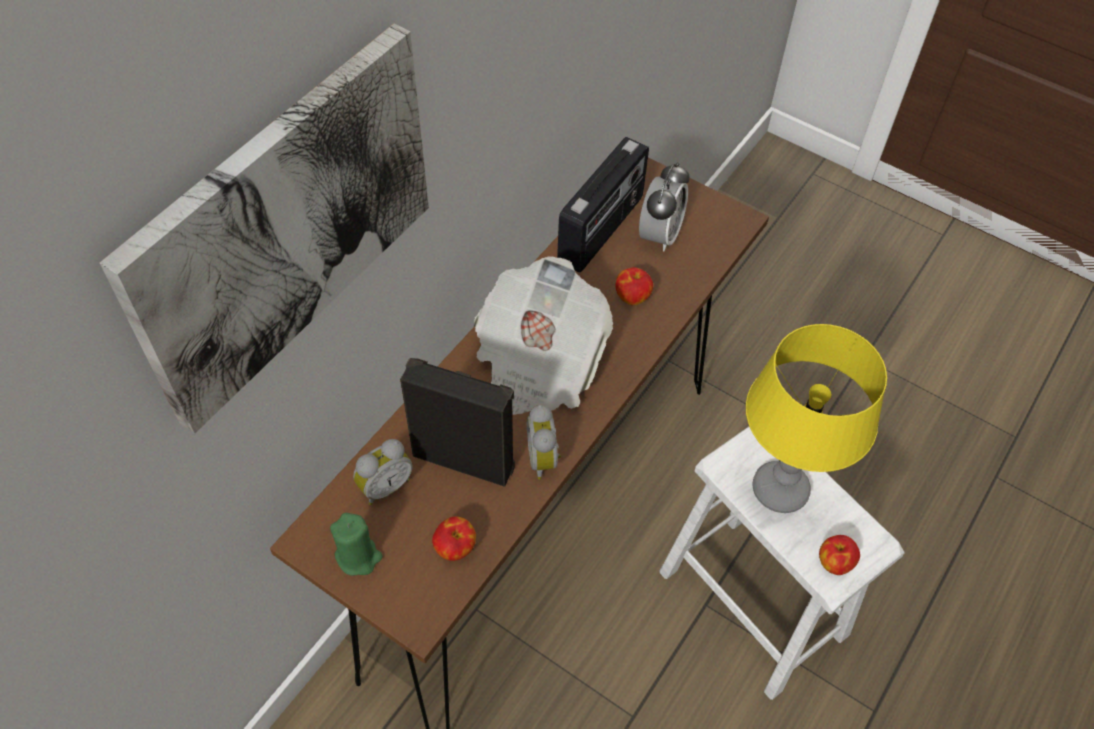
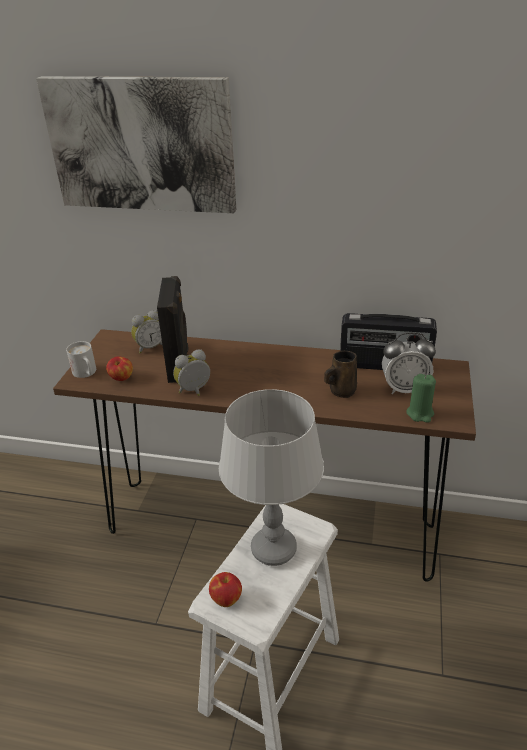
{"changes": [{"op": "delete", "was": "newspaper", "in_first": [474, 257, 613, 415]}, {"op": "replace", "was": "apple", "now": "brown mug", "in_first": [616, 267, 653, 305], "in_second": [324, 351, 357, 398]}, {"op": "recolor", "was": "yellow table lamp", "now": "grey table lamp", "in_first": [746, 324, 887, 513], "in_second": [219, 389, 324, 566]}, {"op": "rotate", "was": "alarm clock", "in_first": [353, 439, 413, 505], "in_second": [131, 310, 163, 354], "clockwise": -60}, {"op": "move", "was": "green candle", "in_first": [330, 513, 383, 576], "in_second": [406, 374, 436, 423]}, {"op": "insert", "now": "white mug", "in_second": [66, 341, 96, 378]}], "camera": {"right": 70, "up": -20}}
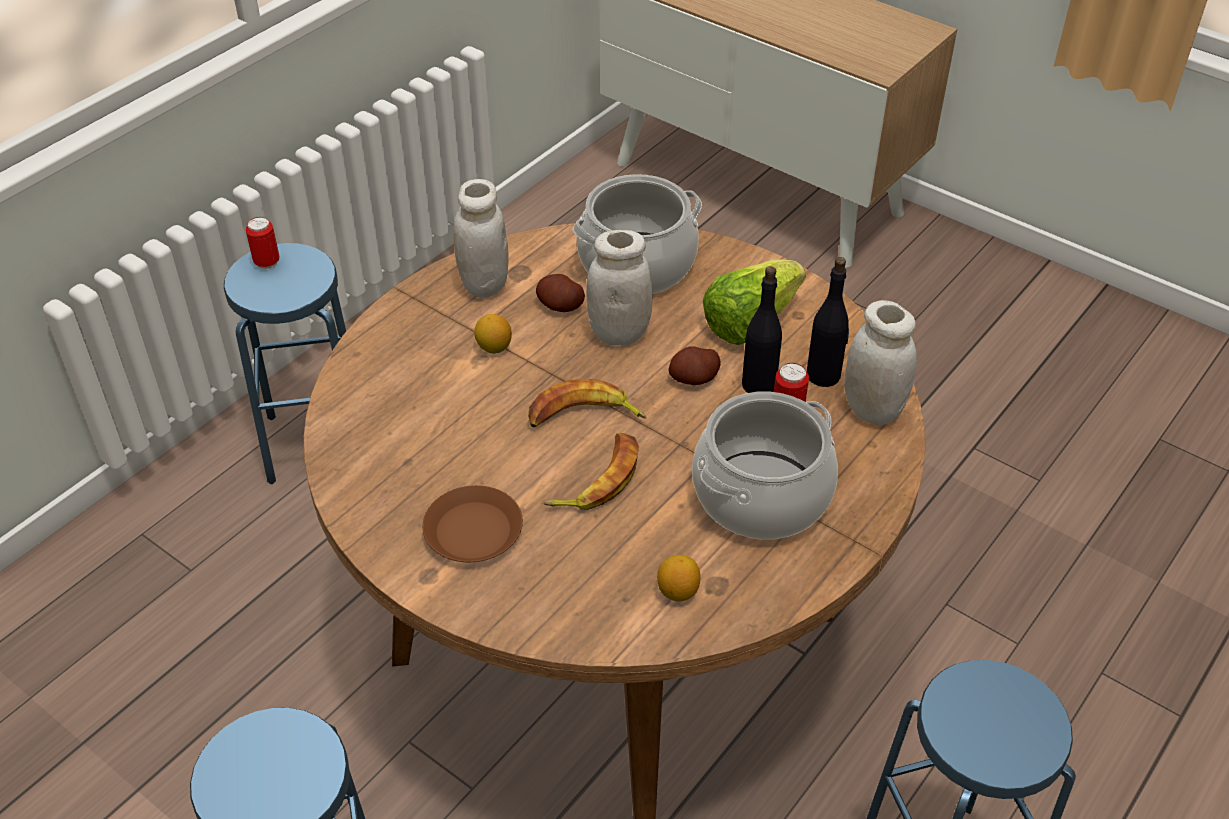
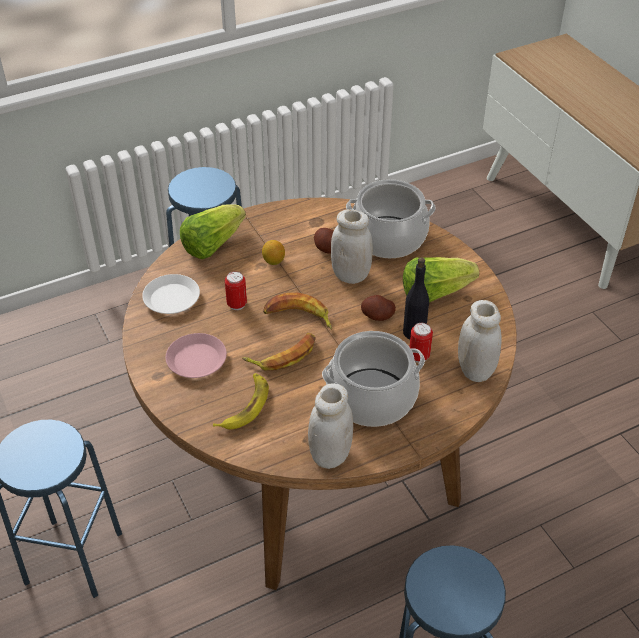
{"changes": [{"op": "move", "was": "white jar", "in_first": [453, 179, 509, 298], "in_second": [308, 384, 353, 469]}, {"op": "move", "was": "can", "in_first": [246, 217, 280, 270], "in_second": [225, 271, 247, 310]}, {"op": "delete", "was": "black bottle", "in_first": [807, 257, 849, 387]}, {"op": "recolor", "was": "brown plate", "now": "pink plate", "in_first": [422, 485, 523, 562], "in_second": [166, 333, 227, 378]}, {"op": "delete", "was": "lemon", "in_first": [657, 555, 700, 602]}, {"op": "insert", "now": "lettuce", "in_second": [180, 204, 246, 259]}, {"op": "insert", "now": "white plate", "in_second": [142, 274, 200, 314]}, {"op": "insert", "now": "banana", "in_second": [213, 373, 269, 430]}], "camera": {"right": 25, "up": 0}}
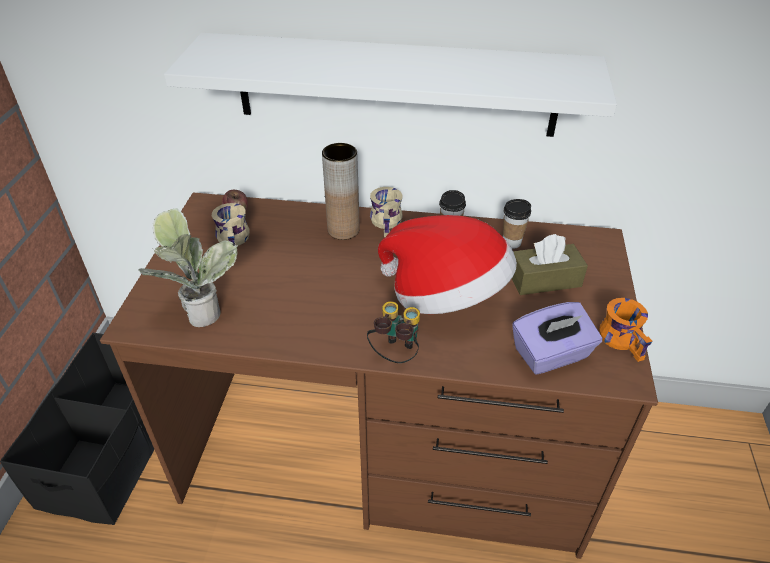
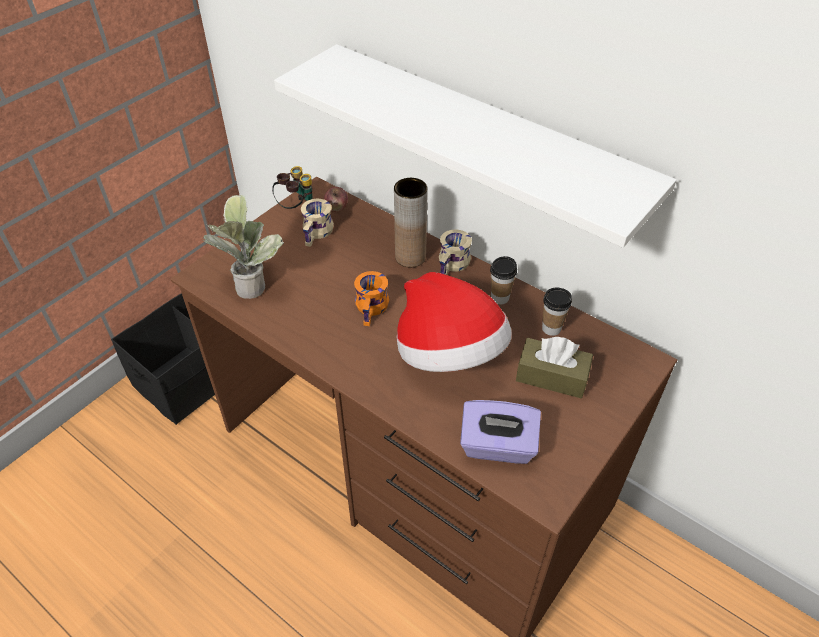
{"changes": [{"op": "move", "was": "orange mug", "in_first": [600, 298, 653, 362], "in_second": [354, 271, 389, 326]}, {"op": "move", "was": "binoculars", "in_first": [367, 301, 420, 363], "in_second": [272, 166, 313, 209]}], "camera": {"right": 30, "up": 5}}
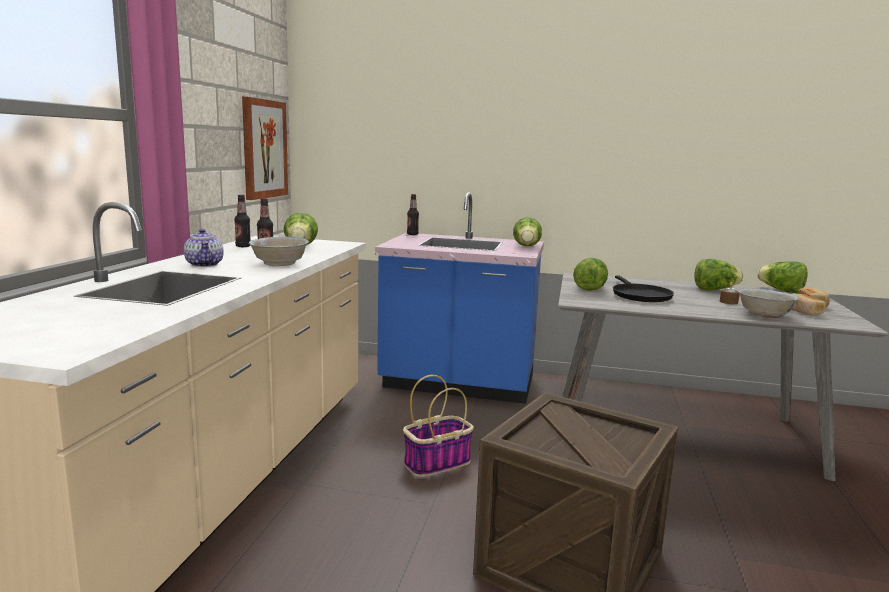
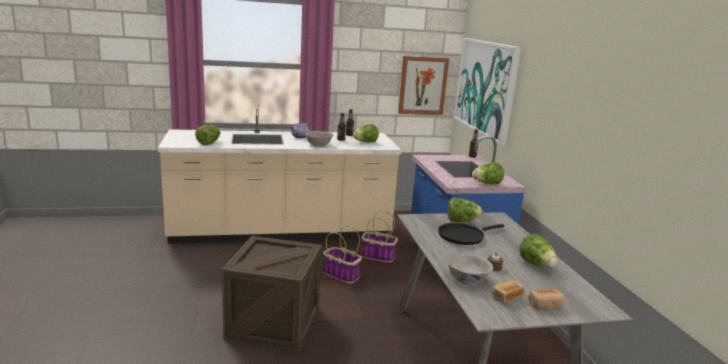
{"changes": [{"op": "move", "was": "lettuce", "in_first": [757, 261, 808, 293], "in_second": [195, 125, 220, 145]}, {"op": "insert", "now": "picture", "in_second": [453, 38, 521, 146]}, {"op": "insert", "now": "basket", "in_second": [361, 211, 398, 263]}], "camera": {"right": 65, "up": 5}}
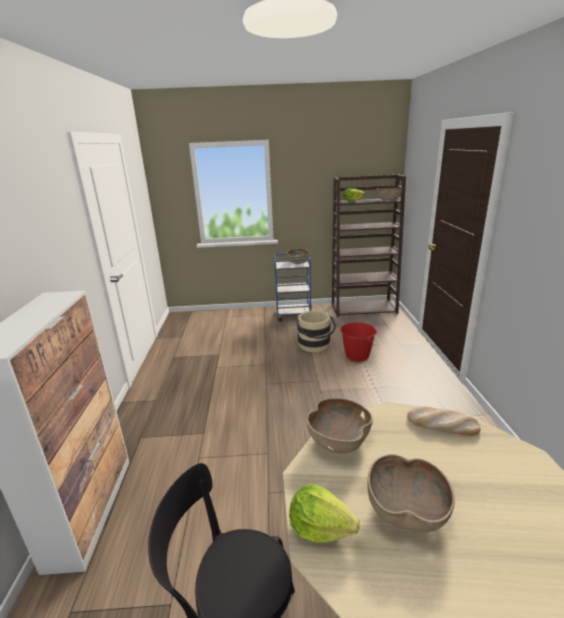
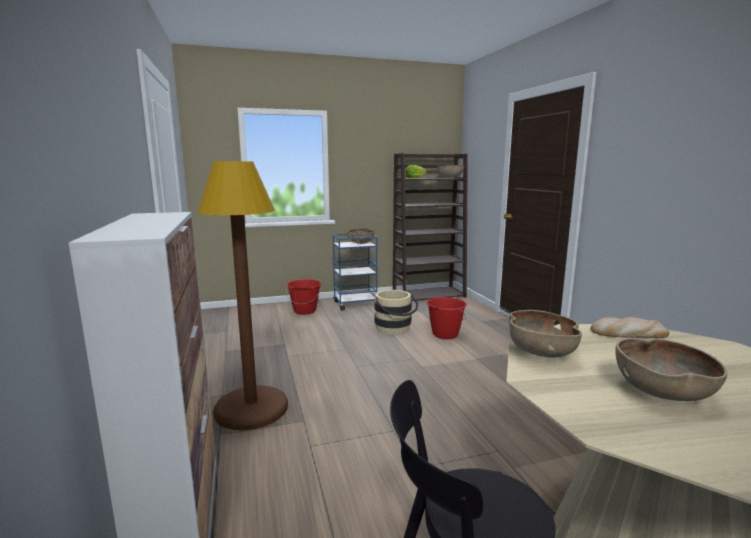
{"changes": [{"op": "delete", "was": "lettuce", "in_first": [289, 484, 360, 543]}, {"op": "insert", "now": "brown floor lamp", "in_second": [198, 161, 288, 430]}, {"op": "insert", "now": "red bucket", "in_second": [286, 279, 321, 315]}], "camera": {"right": -15, "up": -10}}
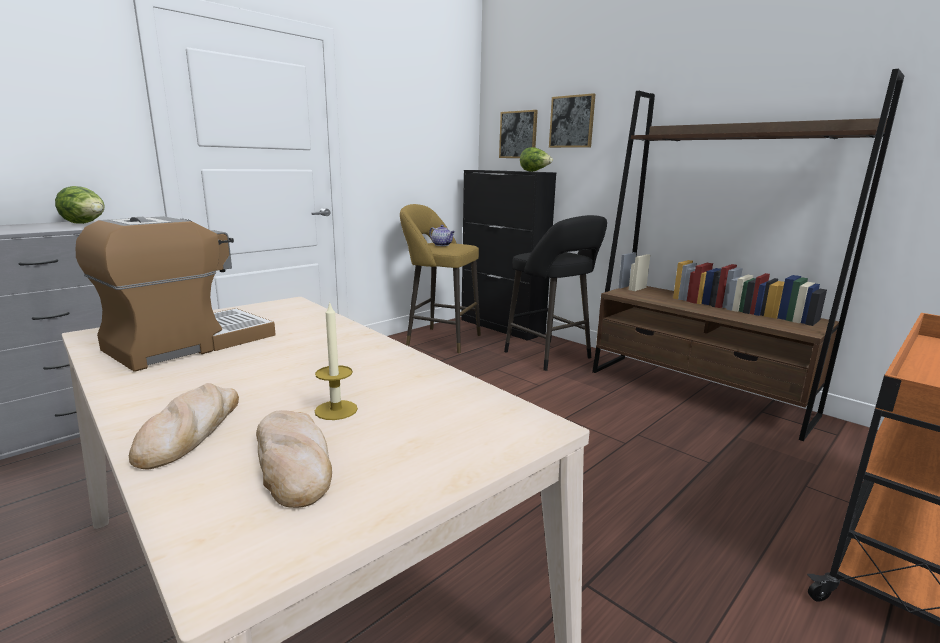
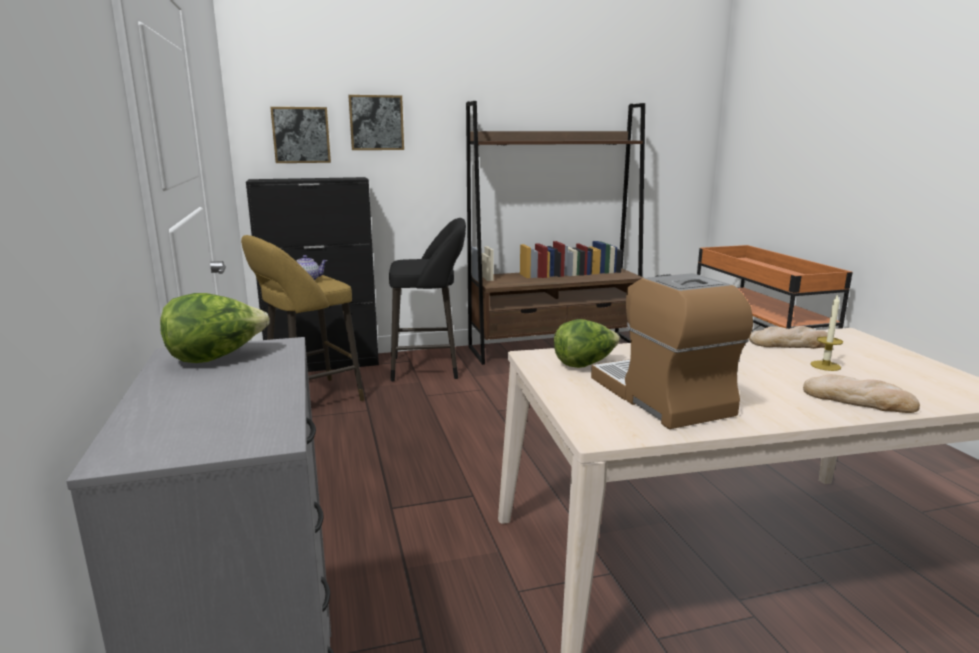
{"changes": [{"op": "move", "was": "lettuce", "in_first": [520, 147, 553, 172], "in_second": [554, 319, 620, 368]}, {"op": "move", "was": "bread", "in_first": [256, 410, 332, 508], "in_second": [749, 326, 828, 349]}], "camera": {"right": -60, "up": 0}}
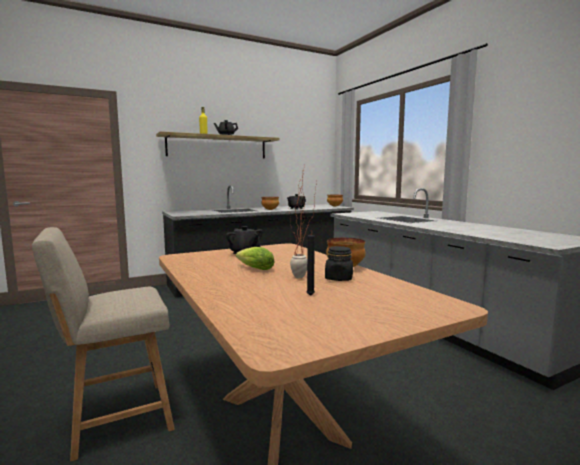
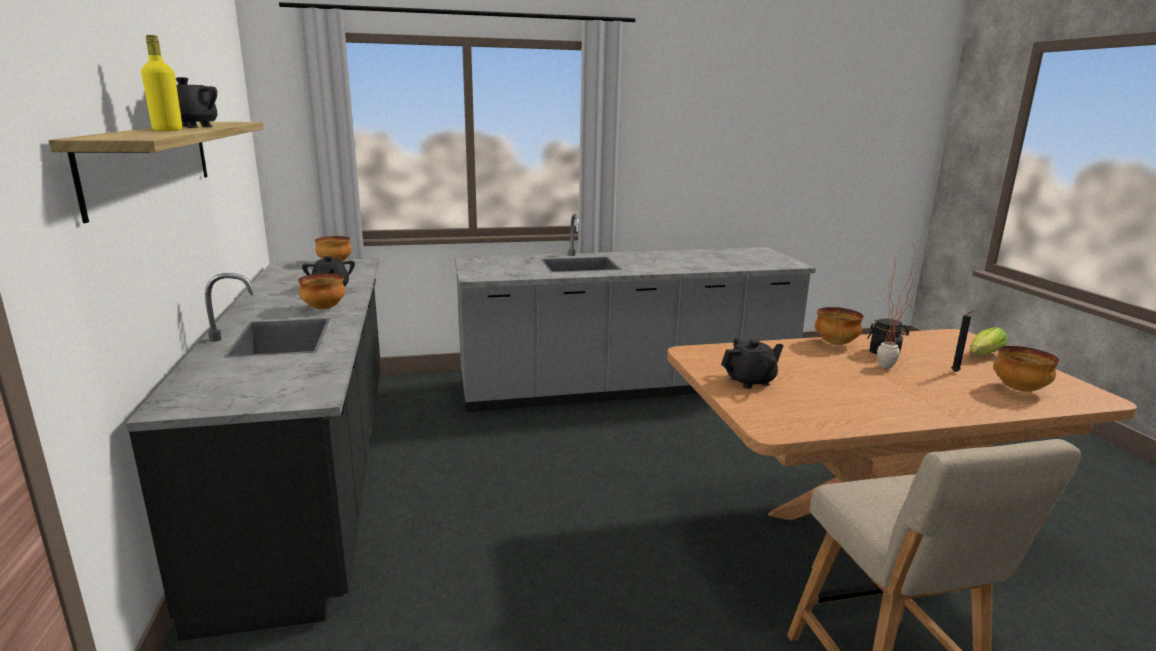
{"changes": [{"op": "move", "was": "lettuce", "in_first": [236, 247, 274, 270], "in_second": [970, 327, 1007, 355]}, {"op": "insert", "now": "bowl", "in_second": [994, 346, 1059, 392]}], "camera": {"right": -75, "up": 10}}
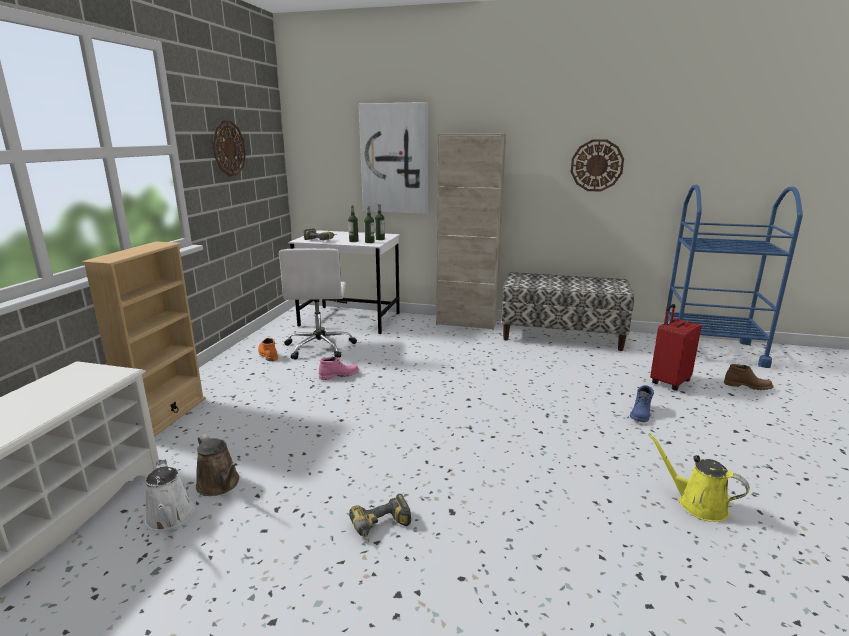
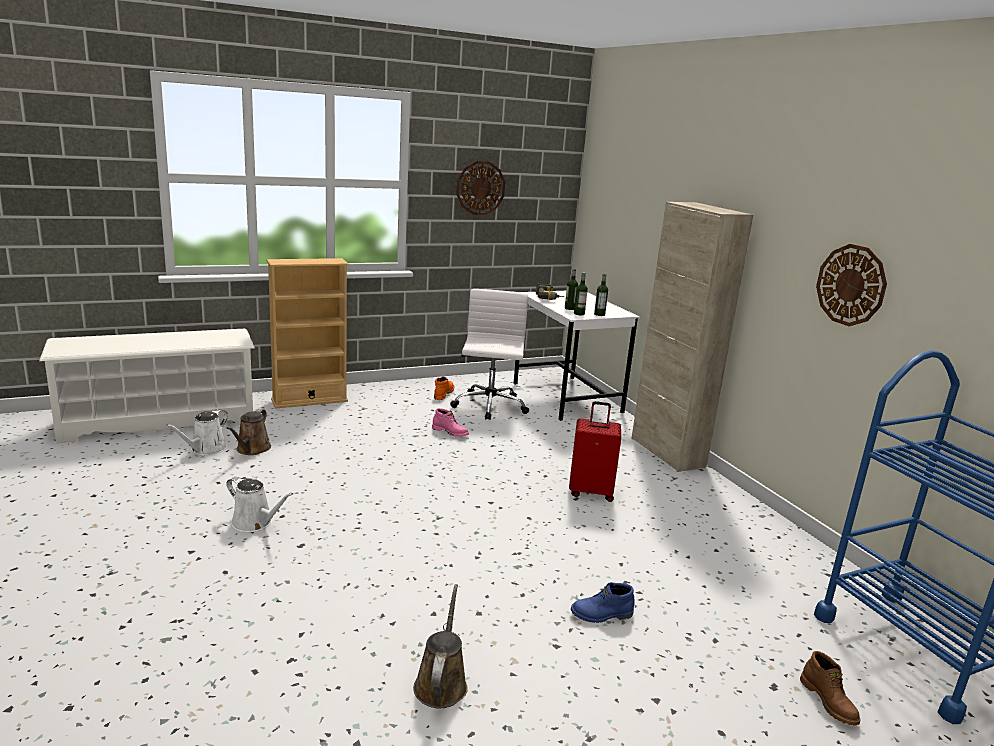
{"changes": [{"op": "delete", "was": "picture", "in_first": [359, 102, 428, 214]}, {"op": "rotate", "was": "white office chair", "in_first": [279, 248, 357, 360], "in_second": [450, 289, 529, 420], "clockwise": 135}, {"op": "delete", "was": "bench", "in_first": [501, 272, 634, 351]}, {"op": "move", "was": "red suitcase", "in_first": [650, 304, 701, 391], "in_second": [569, 401, 621, 502]}, {"op": "recolor", "was": "yellow watering can", "now": "brown watering can", "in_first": [648, 433, 750, 522], "in_second": [413, 584, 468, 708]}, {"op": "replace", "was": "power drill", "now": "white watering can", "in_first": [349, 494, 411, 541], "in_second": [226, 477, 294, 532]}], "camera": {"right": 50, "up": 0}}
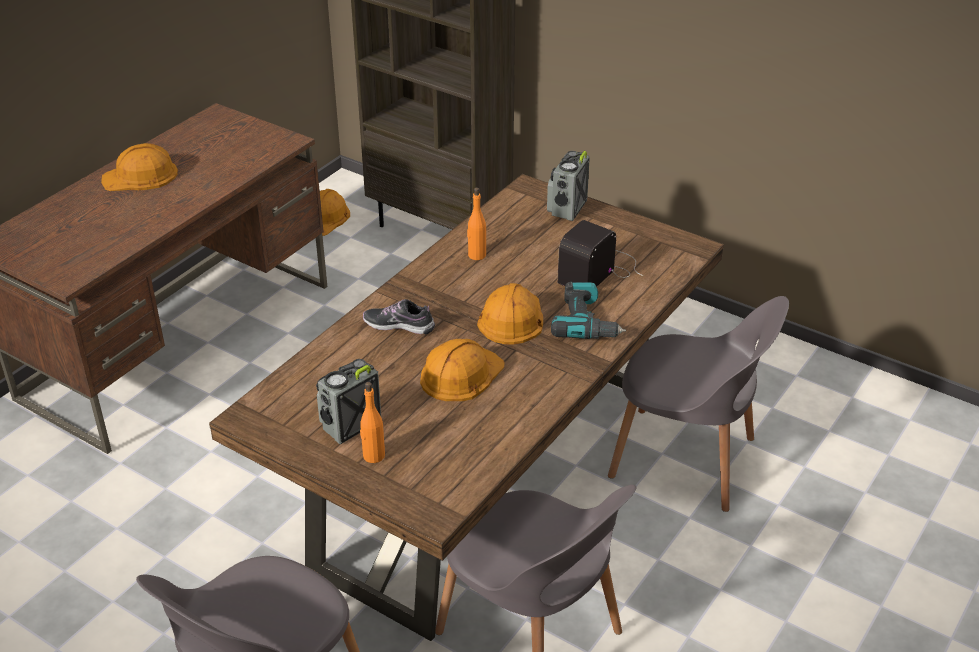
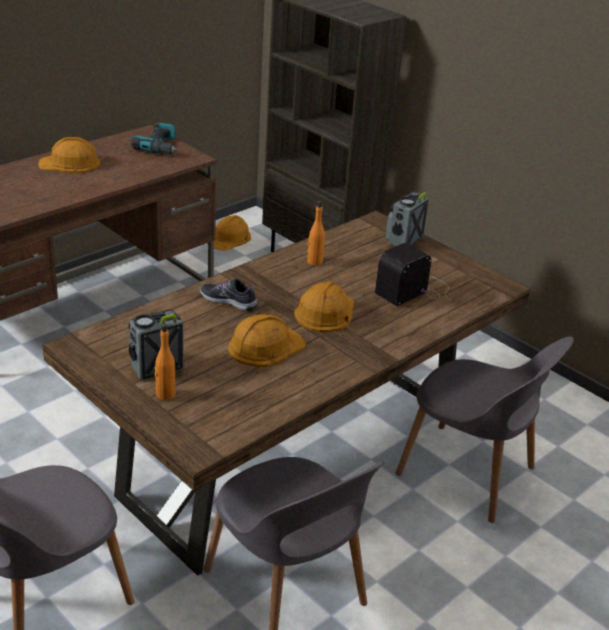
{"changes": [{"op": "move", "was": "power drill", "in_first": [551, 282, 626, 339], "in_second": [131, 122, 178, 154]}], "camera": {"right": 10, "up": -5}}
